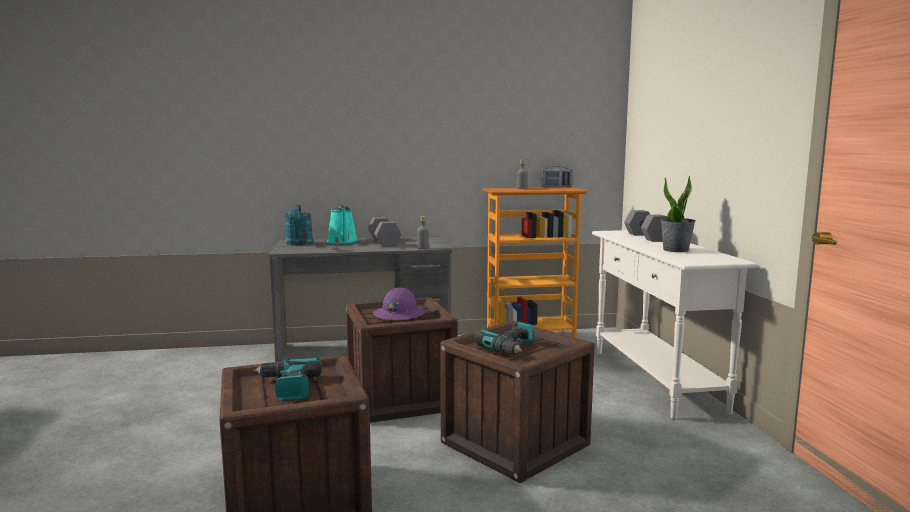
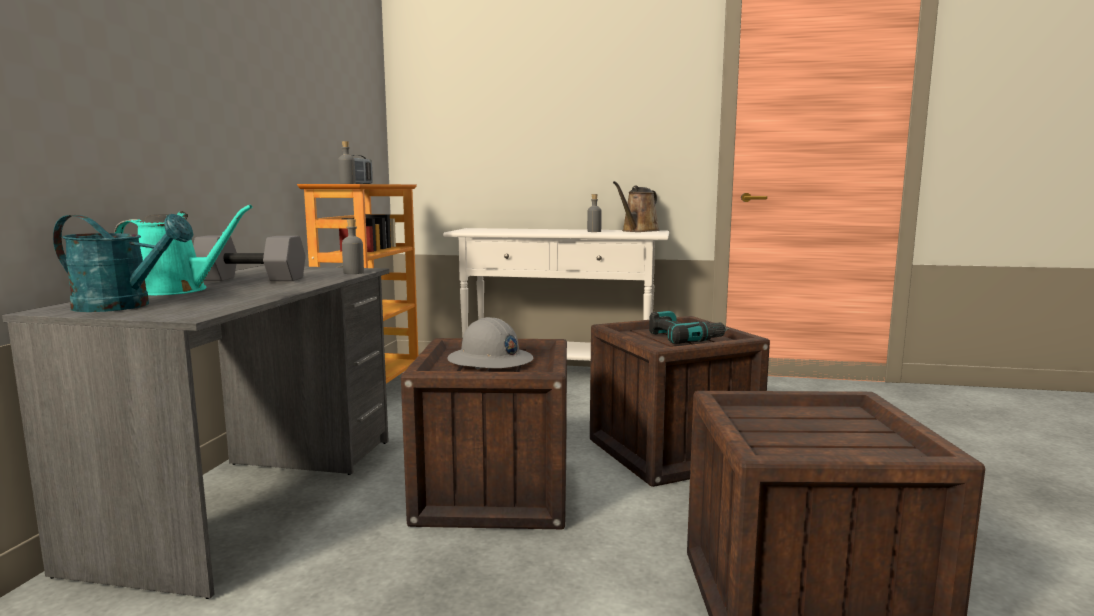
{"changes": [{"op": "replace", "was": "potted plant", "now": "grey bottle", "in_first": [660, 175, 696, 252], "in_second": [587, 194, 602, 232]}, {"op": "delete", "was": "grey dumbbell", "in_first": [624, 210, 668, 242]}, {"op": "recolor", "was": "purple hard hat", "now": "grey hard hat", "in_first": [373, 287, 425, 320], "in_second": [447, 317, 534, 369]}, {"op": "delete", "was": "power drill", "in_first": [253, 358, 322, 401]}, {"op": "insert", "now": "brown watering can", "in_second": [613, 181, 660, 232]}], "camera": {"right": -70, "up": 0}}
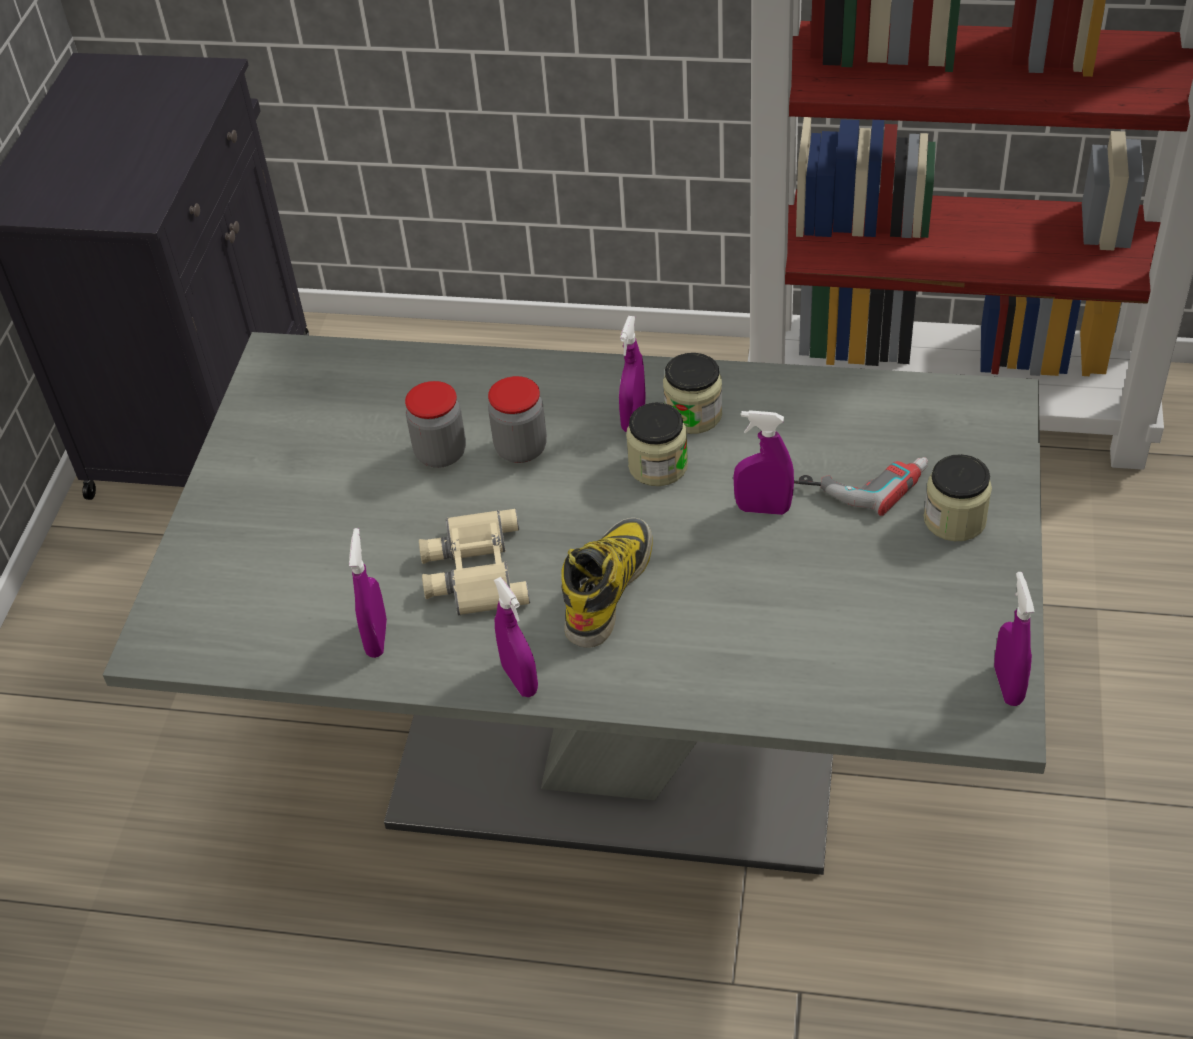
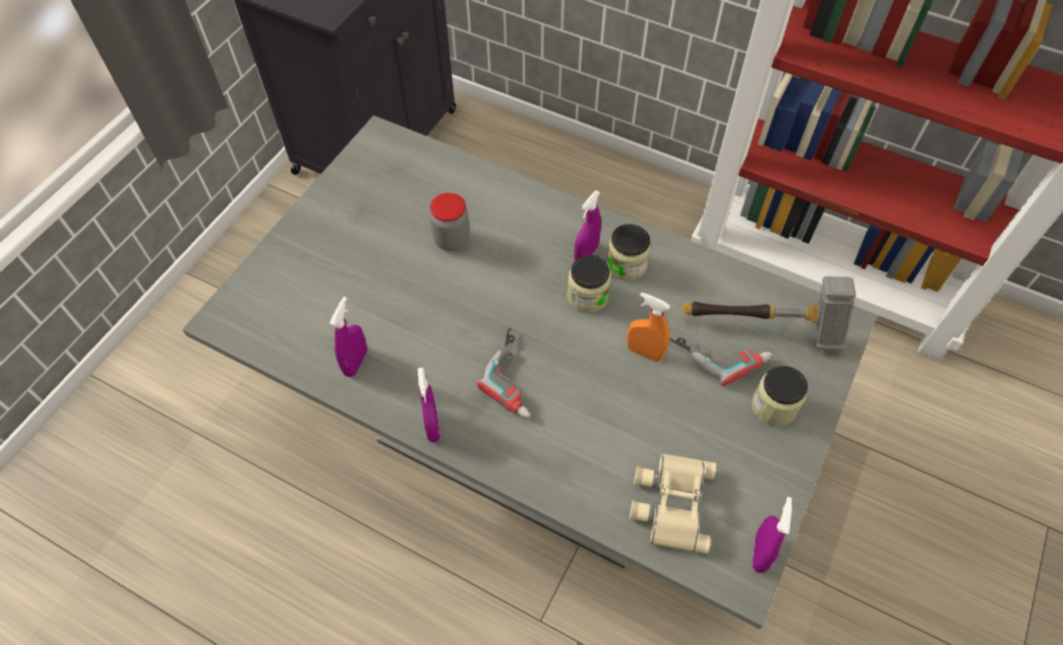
{"changes": [{"op": "delete", "was": "jar", "in_first": [488, 376, 547, 463]}, {"op": "recolor", "was": "purple spray bottle", "now": "orange spray bottle", "in_first": [733, 410, 794, 515], "in_second": [627, 292, 670, 362]}, {"op": "move", "was": "beige binoculars", "in_first": [419, 509, 530, 615], "in_second": [629, 453, 717, 554]}, {"op": "replace", "was": "boot", "now": "power drill", "in_first": [561, 517, 653, 648], "in_second": [477, 327, 531, 418]}, {"op": "insert", "now": "hammer", "in_second": [681, 276, 856, 351]}], "camera": {"right": 15, "up": 10}}
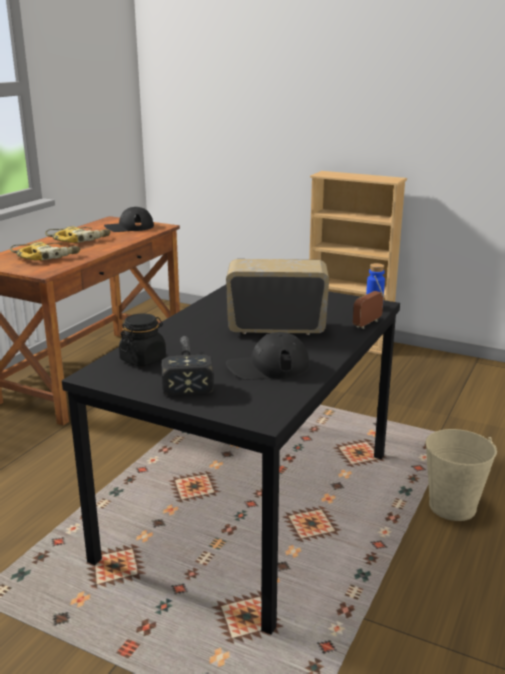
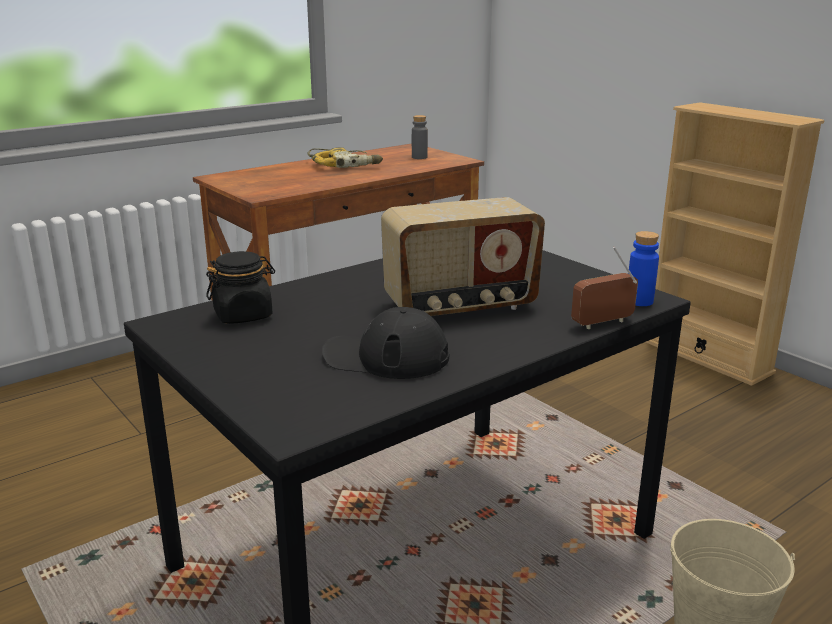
{"changes": [{"op": "replace", "was": "black cap", "now": "grey bottle", "in_first": [104, 207, 154, 232], "in_second": [412, 115, 428, 159]}, {"op": "delete", "was": "power drill", "in_first": [10, 242, 80, 261]}, {"op": "rotate", "was": "radio", "in_first": [226, 259, 329, 335], "in_second": [381, 197, 545, 316], "clockwise": 135}, {"op": "delete", "was": "hammer", "in_first": [162, 336, 214, 396]}], "camera": {"right": 25, "up": 0}}
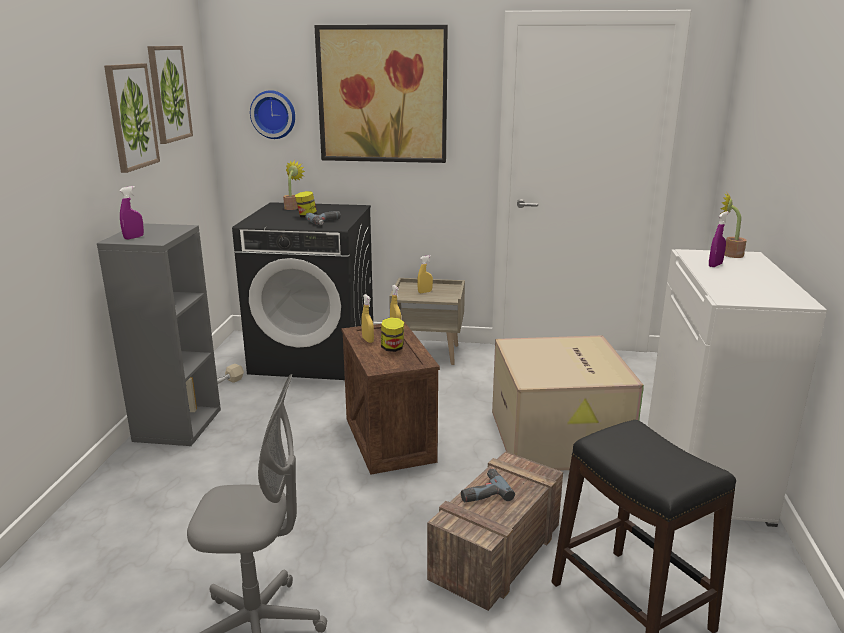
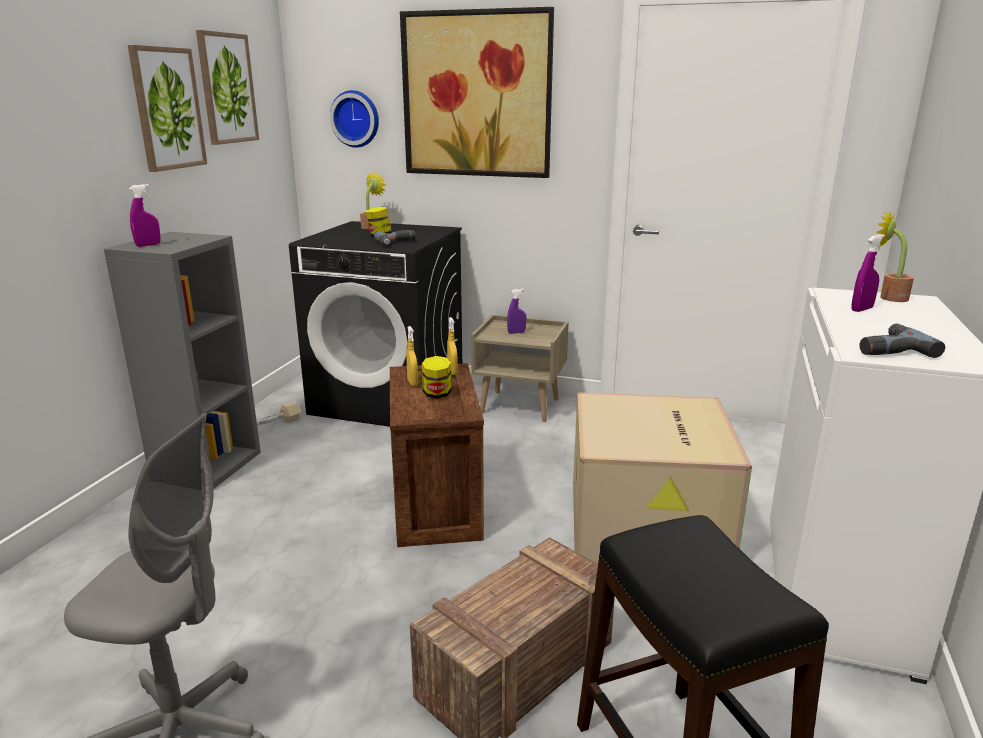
{"changes": [{"op": "recolor", "was": "yellow spray bottle", "now": "purple spray bottle", "in_first": [417, 255, 433, 293], "in_second": [507, 289, 526, 334]}, {"op": "move", "was": "power drill", "in_first": [461, 468, 515, 502], "in_second": [859, 323, 945, 358]}], "camera": {"right": 10, "up": 0}}
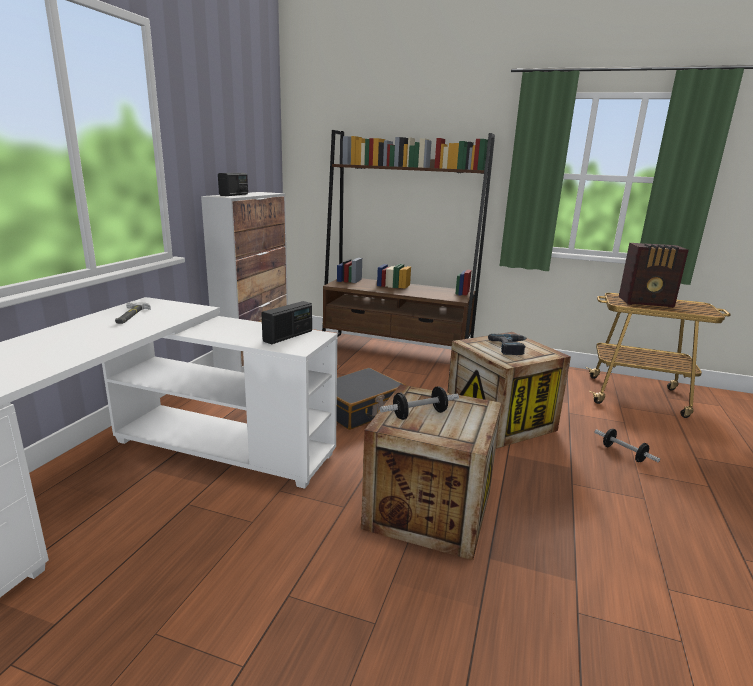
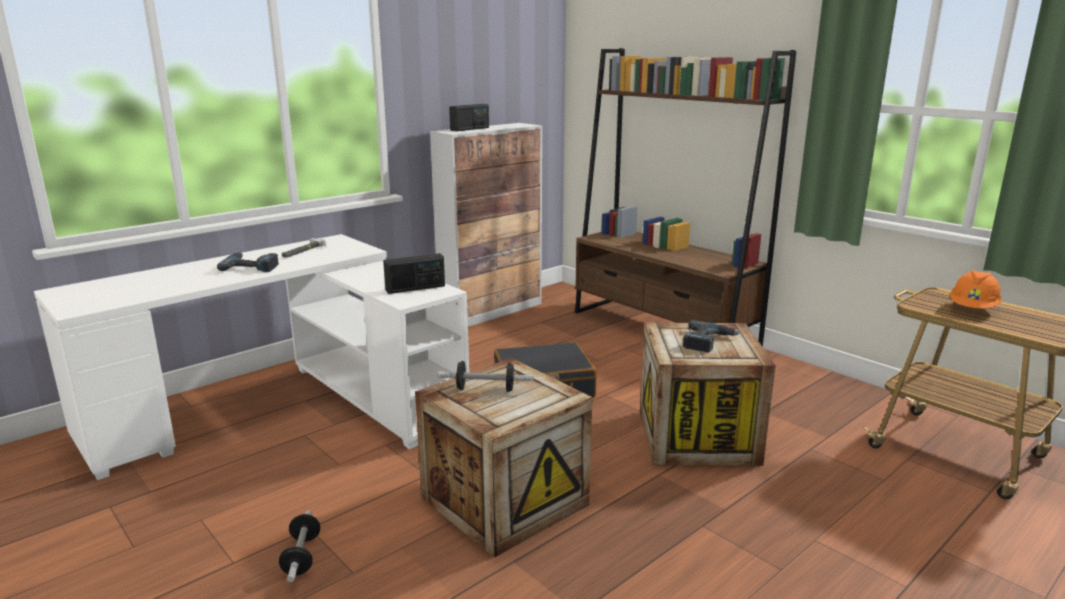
{"changes": [{"op": "replace", "was": "radio", "now": "orange hard hat", "in_first": [619, 243, 689, 308], "in_second": [950, 270, 1002, 309]}, {"op": "move", "was": "dumbbell", "in_first": [594, 429, 660, 462], "in_second": [279, 510, 320, 582]}, {"op": "insert", "now": "power drill", "in_second": [217, 252, 279, 272]}], "camera": {"right": 30, "up": 0}}
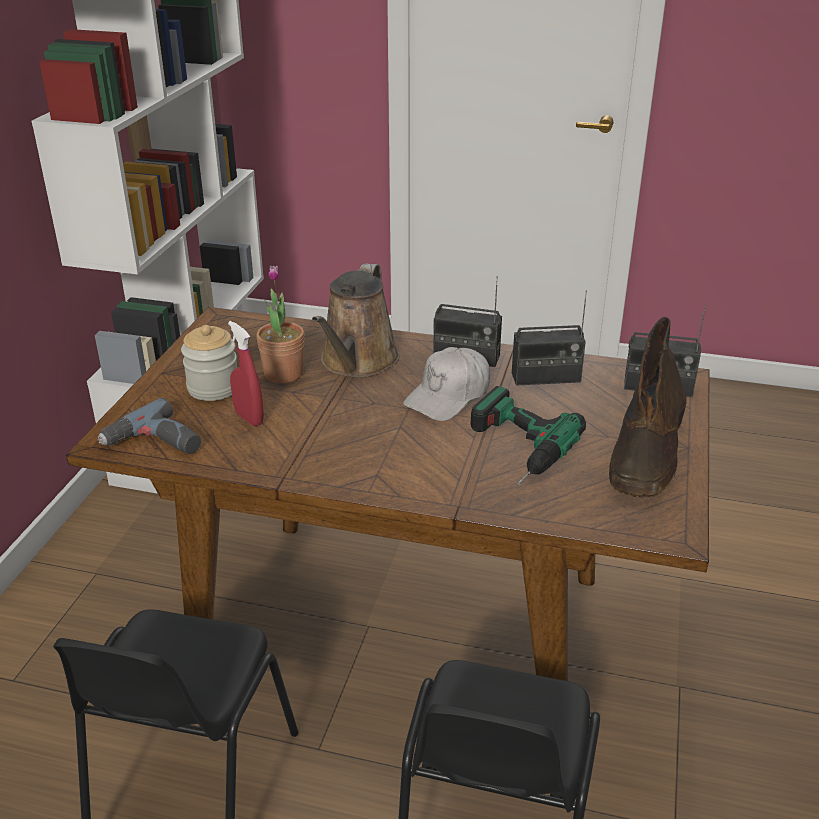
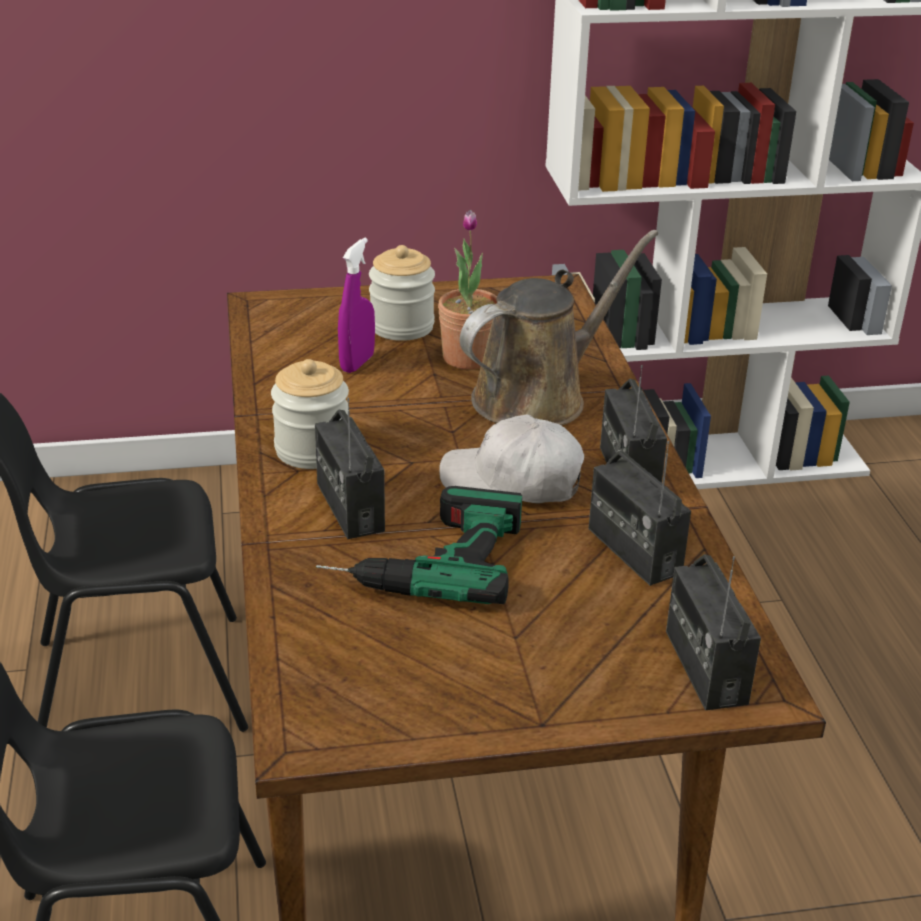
{"changes": [{"op": "rotate", "was": "brown watering can", "in_first": [312, 263, 400, 378], "in_second": [460, 230, 658, 425], "clockwise": 150}, {"op": "delete", "was": "brown boot", "in_first": [609, 317, 686, 498]}, {"op": "recolor", "was": "red spray bottle", "now": "purple spray bottle", "in_first": [228, 321, 264, 426], "in_second": [338, 237, 375, 373]}, {"op": "delete", "was": "power drill", "in_first": [98, 398, 201, 454]}, {"op": "insert", "now": "jar", "in_second": [271, 359, 349, 469]}, {"op": "insert", "now": "radio", "in_second": [315, 398, 385, 539]}], "camera": {"right": 65, "up": 0}}
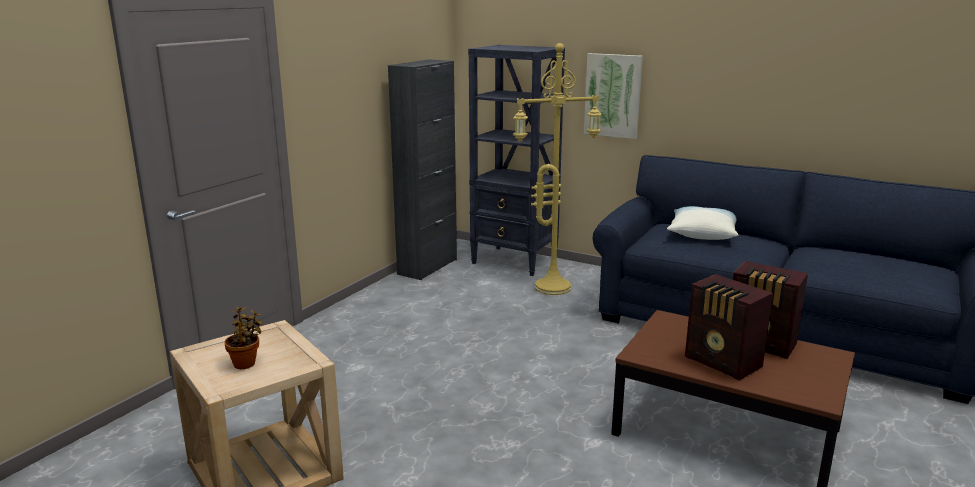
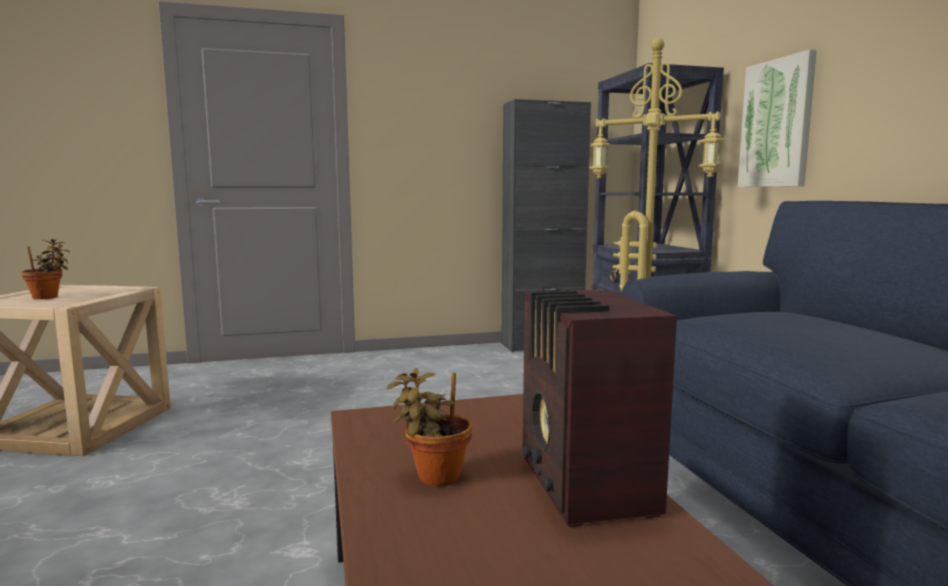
{"changes": [{"op": "delete", "was": "pillow", "in_first": [667, 206, 738, 240]}, {"op": "replace", "was": "radio", "now": "potted plant", "in_first": [685, 274, 773, 381], "in_second": [387, 368, 472, 487]}], "camera": {"right": 45, "up": -10}}
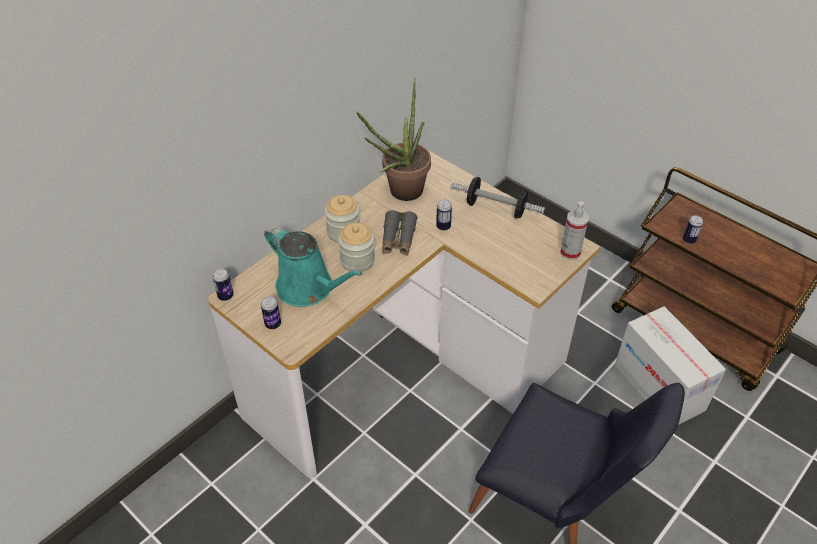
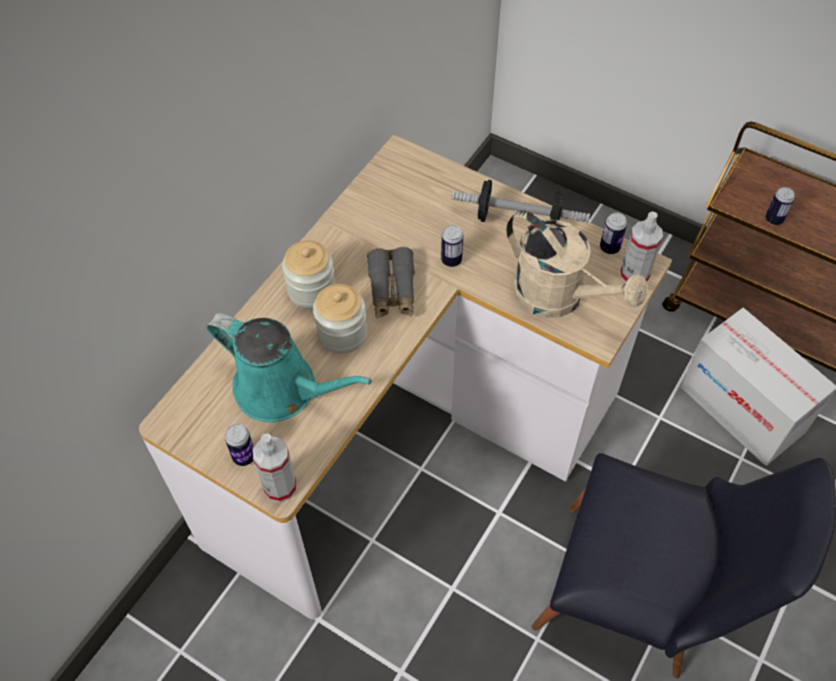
{"changes": [{"op": "delete", "was": "potted plant", "in_first": [356, 78, 431, 201]}, {"op": "move", "was": "can", "in_first": [212, 268, 233, 301], "in_second": [600, 213, 627, 254]}, {"op": "insert", "now": "beige watering can", "in_second": [506, 210, 647, 318]}, {"op": "insert", "now": "spray bottle", "in_second": [253, 433, 296, 503]}], "camera": {"right": -10, "up": 10}}
